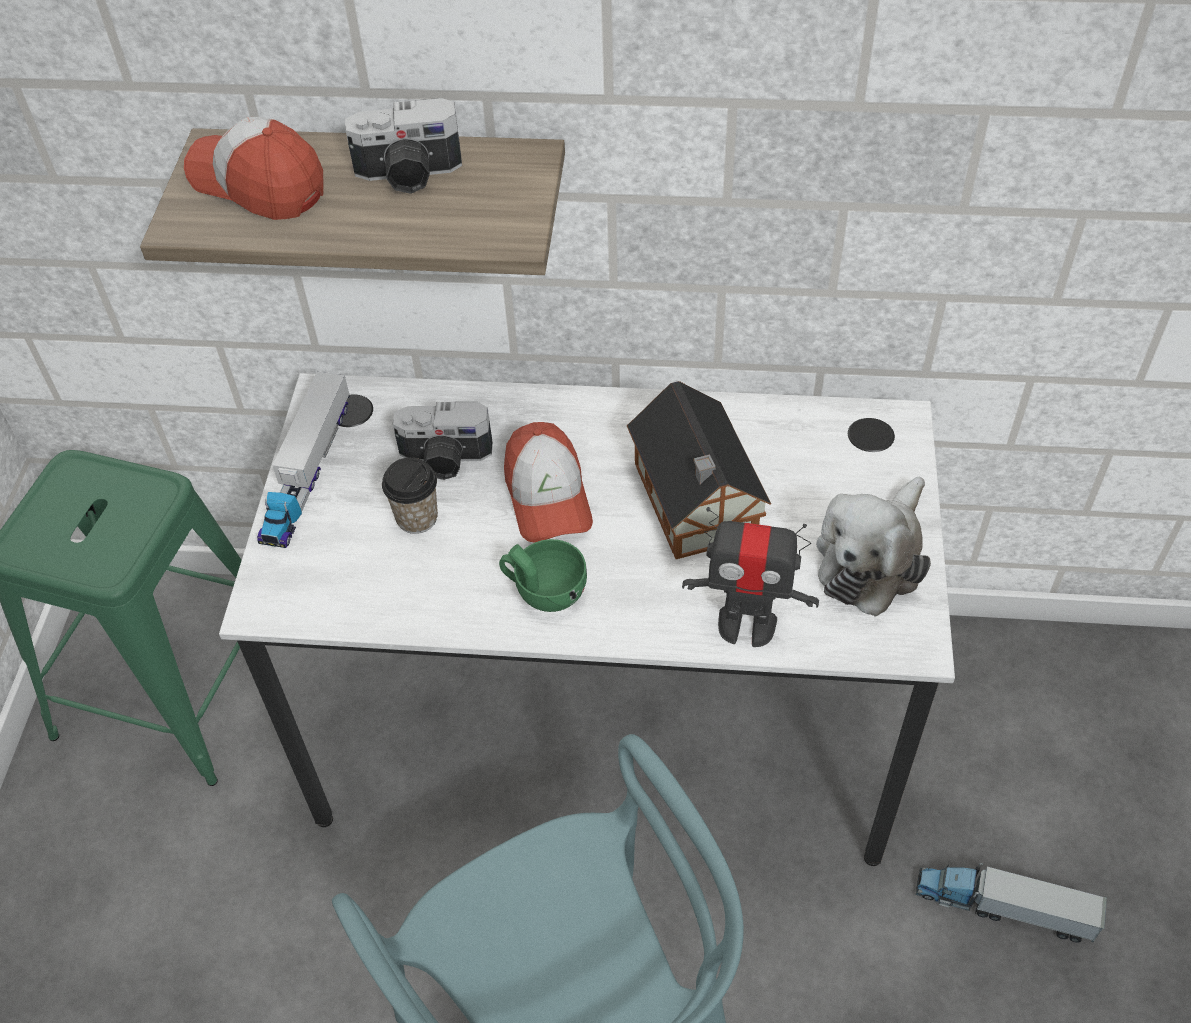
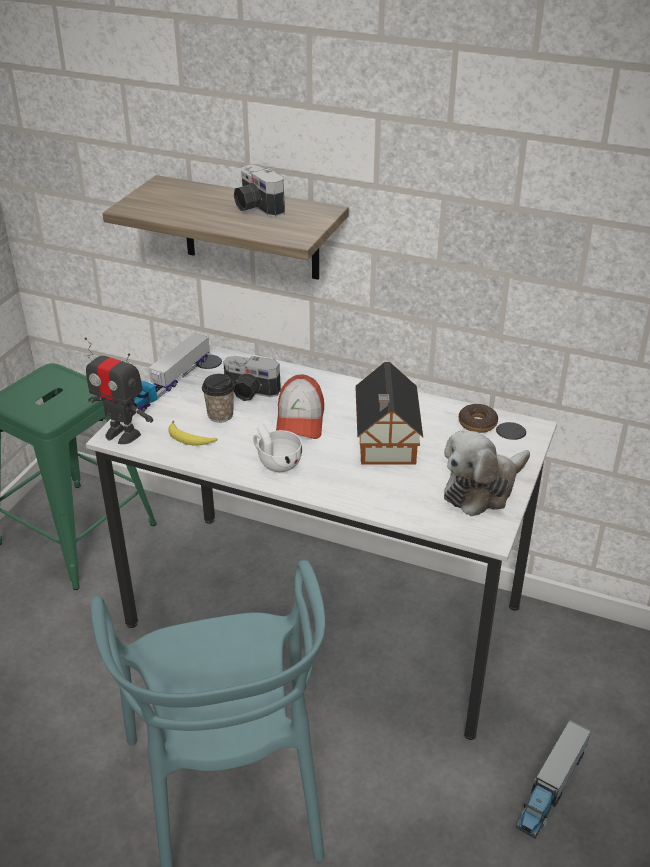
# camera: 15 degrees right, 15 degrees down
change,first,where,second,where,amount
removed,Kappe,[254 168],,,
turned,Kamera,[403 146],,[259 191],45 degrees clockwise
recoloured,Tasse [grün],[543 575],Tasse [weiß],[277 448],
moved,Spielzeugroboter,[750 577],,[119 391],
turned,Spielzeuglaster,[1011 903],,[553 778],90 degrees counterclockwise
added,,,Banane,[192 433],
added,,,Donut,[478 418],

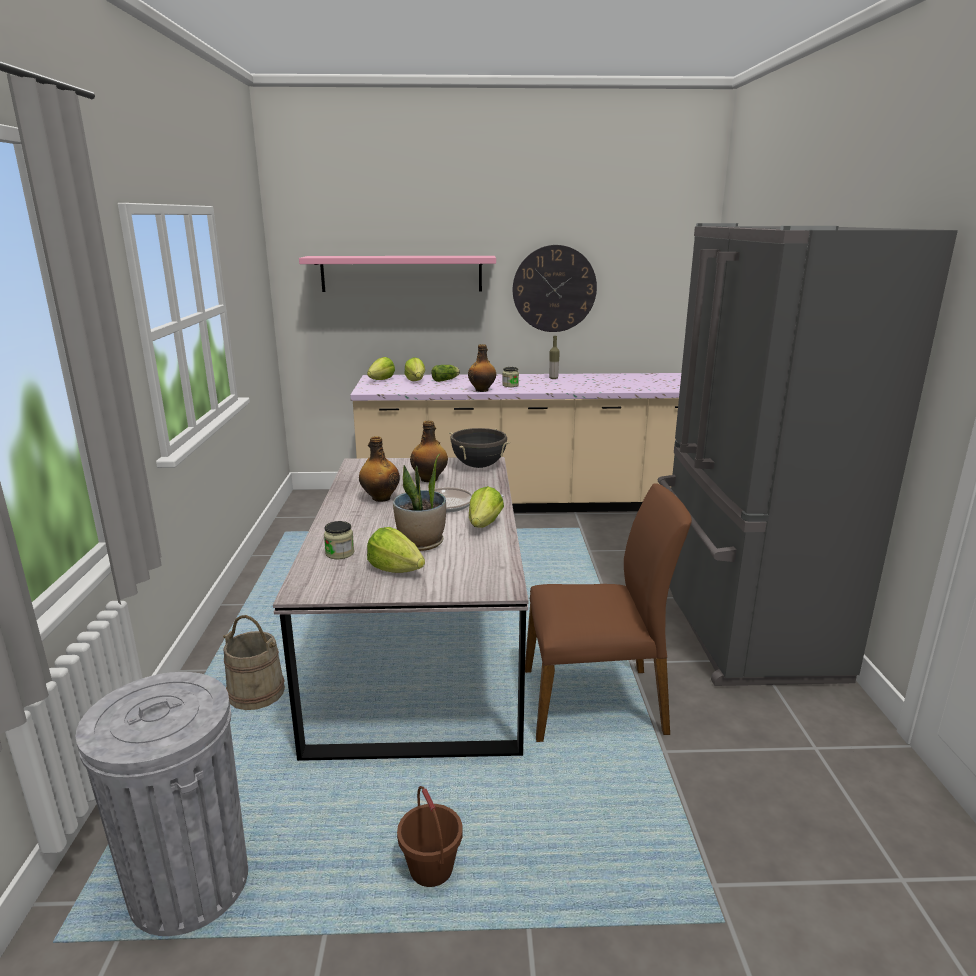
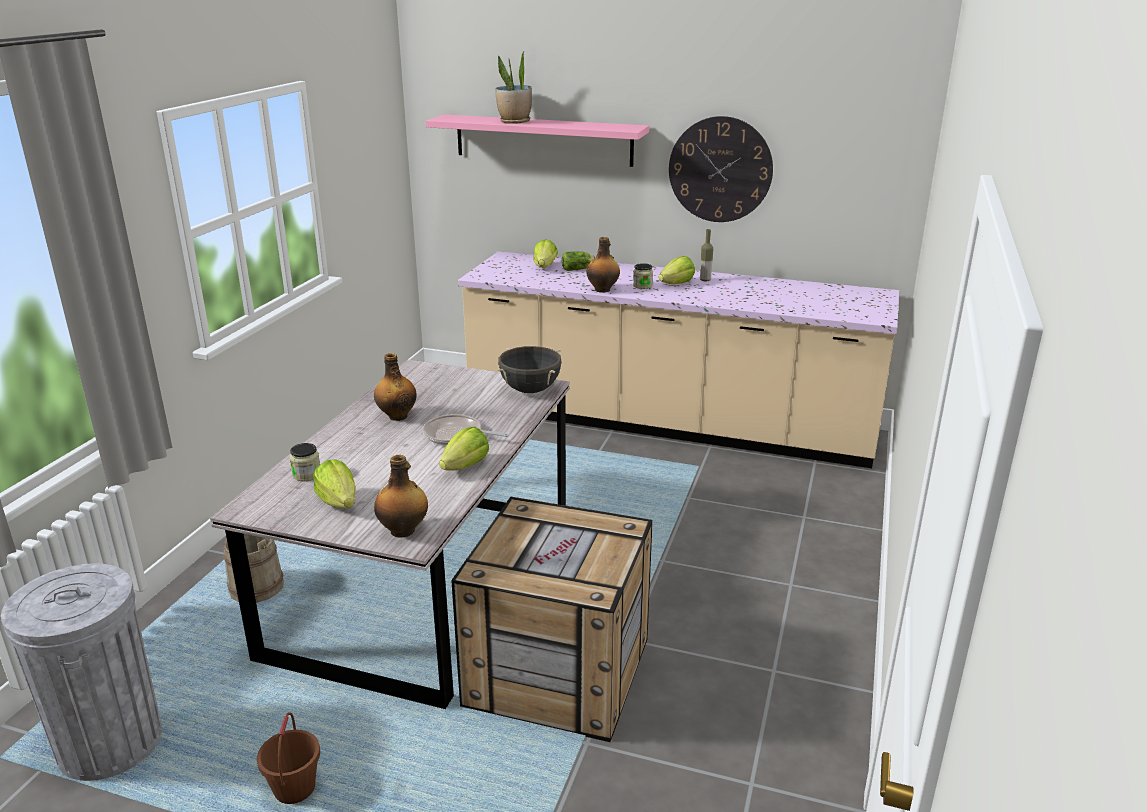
# camera: 20 degrees right, 5 degrees up
change,first,where,second,where,amount
moved,Salatkopf,[381 368],,[677 270],
moved,Topfpflanze,[419 502],,[513 87],
moved,Flasche,[429 451],,[401 496],
replaced,Stuhl [braun],[608 612],Kiste,[552 619],
removed,Kühlschrank [grau],[808 454],,,

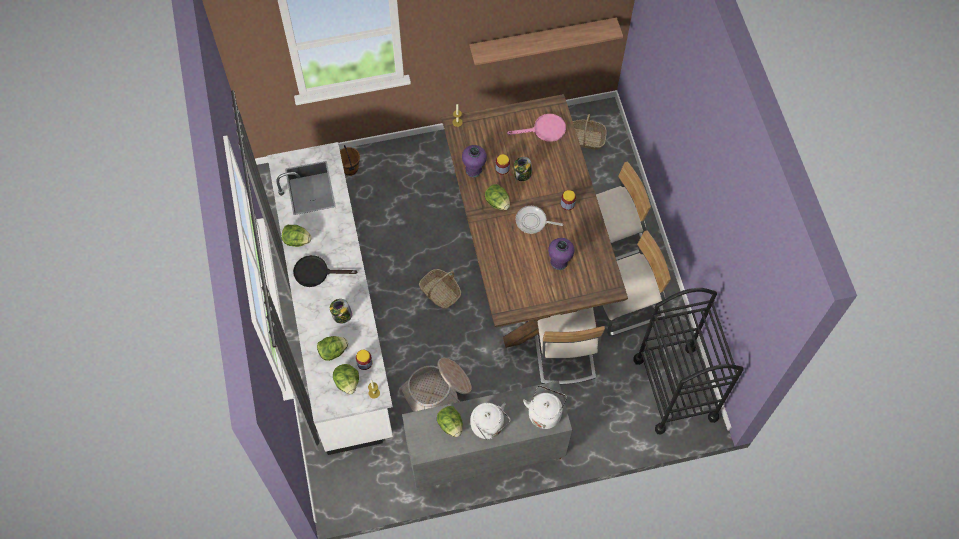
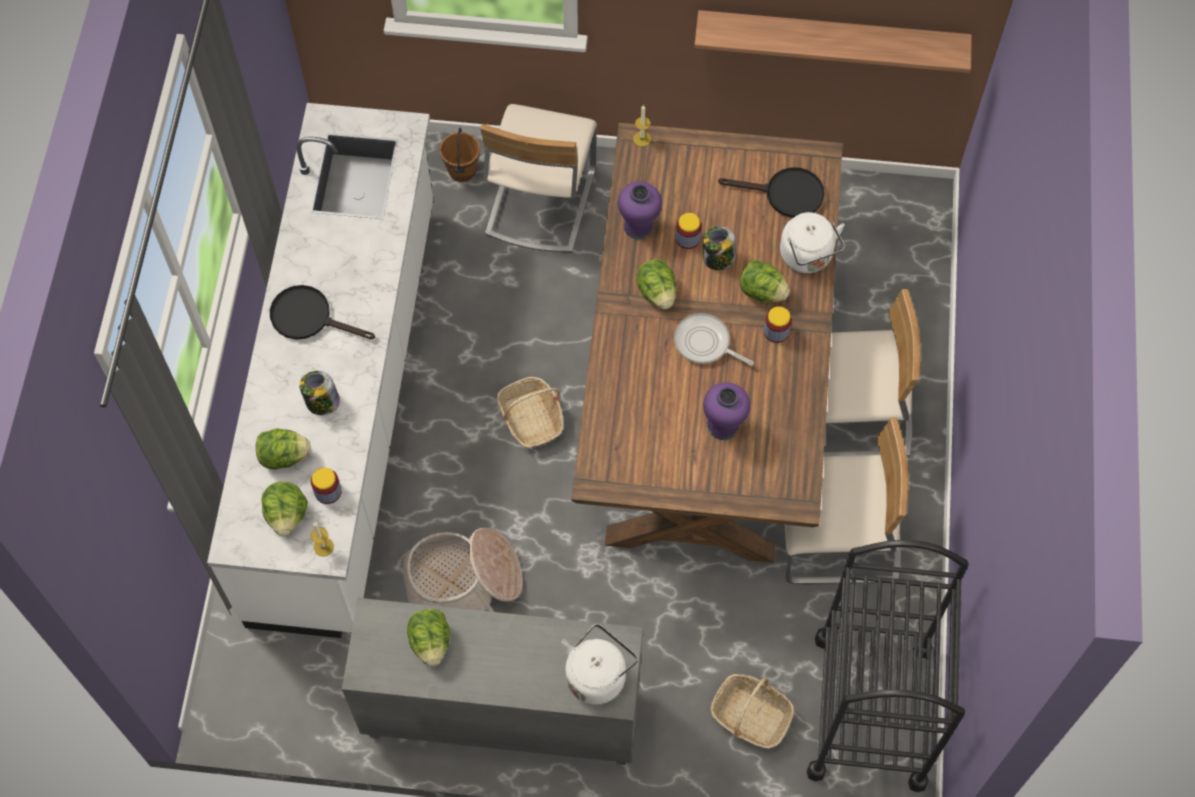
# camera: 20 degrees right, 0 degrees up
change,first,where,second,where,amount
moved,Salatkopf,[296 236],,[764 281],
moved,Wasserkessel [weiß],[490 421],,[812 242],
recoloured,Pfanne [rosa],[536 128],Pfanne [schwarz],[771 192],
moved,Stuhl [beige],[570 346],,[538 178],
moved,Korb,[590 132],,[752 711],

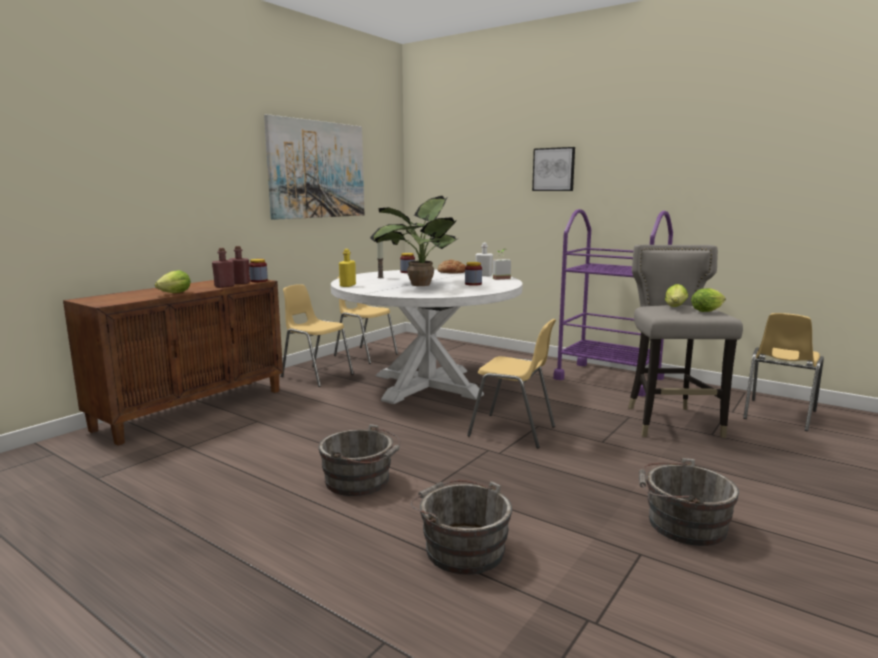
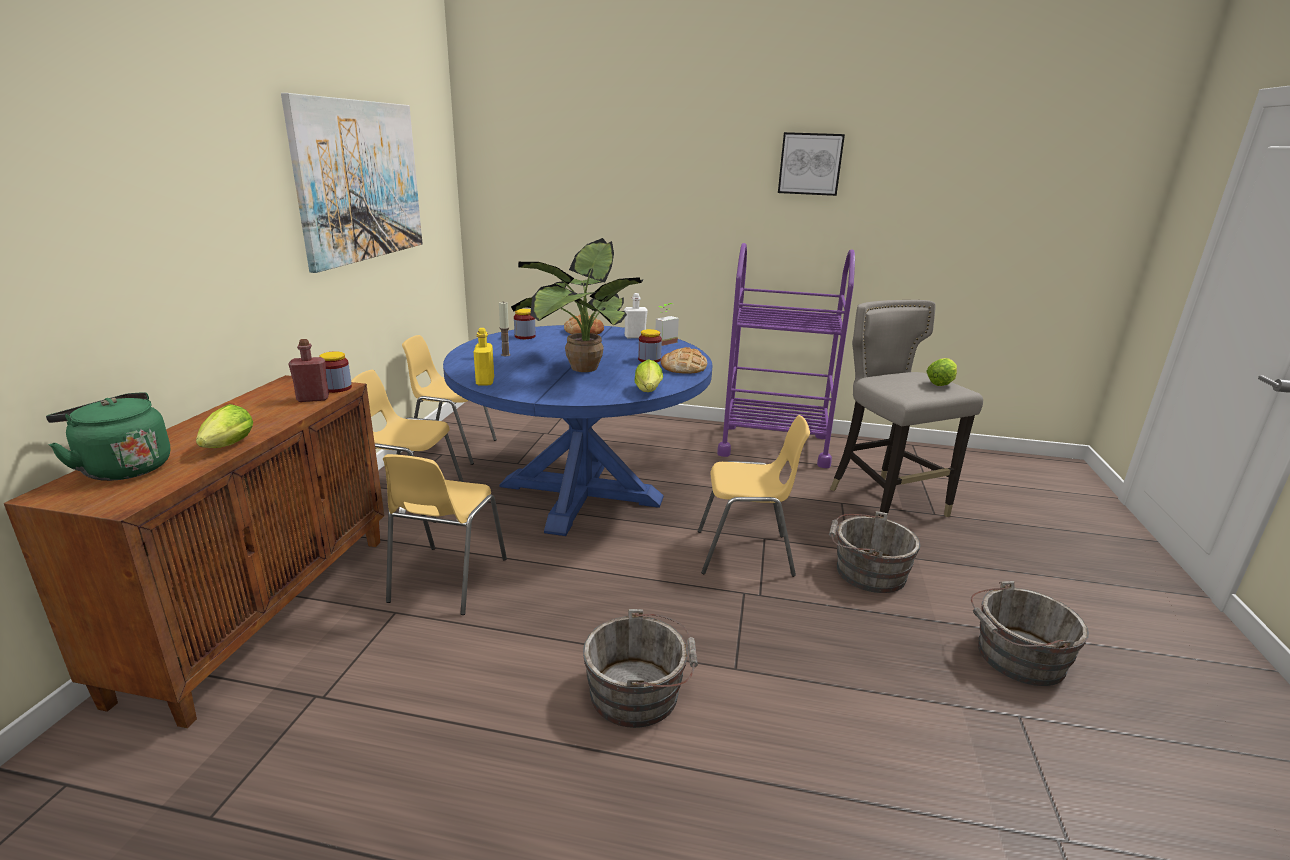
# camera: 25 degrees left, 10 degrees up
change,first,where,second,where,amount
removed,Flasche [rot],[223 268],,,
recoloured,Esstisch [weiß],[426 336],Esstisch [blau],[577 430],
moved,Eimer [grau],[461 527],,[874 552],
moved,Bild,[553 169],,[811 164],
moved,Salatkopf,[676 295],,[648 375],
moved,Stuhl [gelb],[783 372],,[445 534],
added,,,Wasserkessel [grün],[108 436],
added,,,Brot,[684 360],

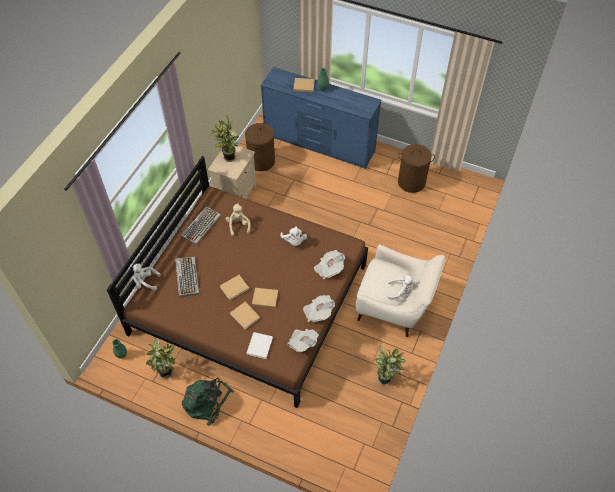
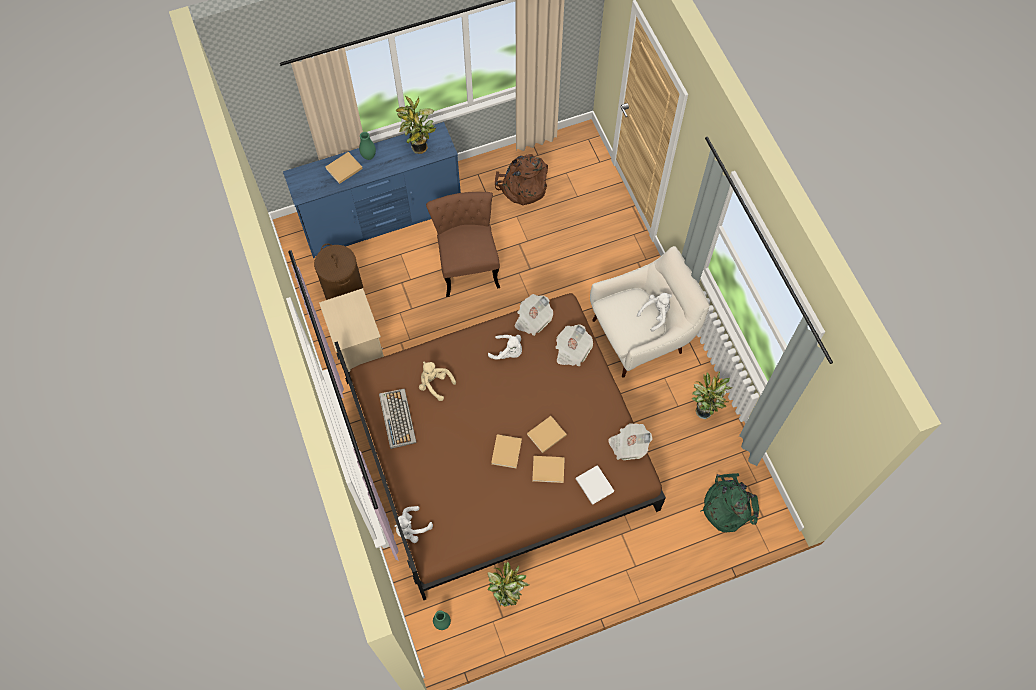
# camera: 45 degrees left, 10 degrees up
change,first,where,second,where,amount
removed,Tastatur,[187 277],,,
moved,Rucksack [grün],[208 402],,[730 502],
moved,Topfpflanze,[225 138],,[415 124],
moved,Zeitung,[319 308],,[534 315],
replaced,Wäschekorb [braun],[416 168],Rucksack [braun],[521 180],
added,,,Stuhl [braun],[463 244],

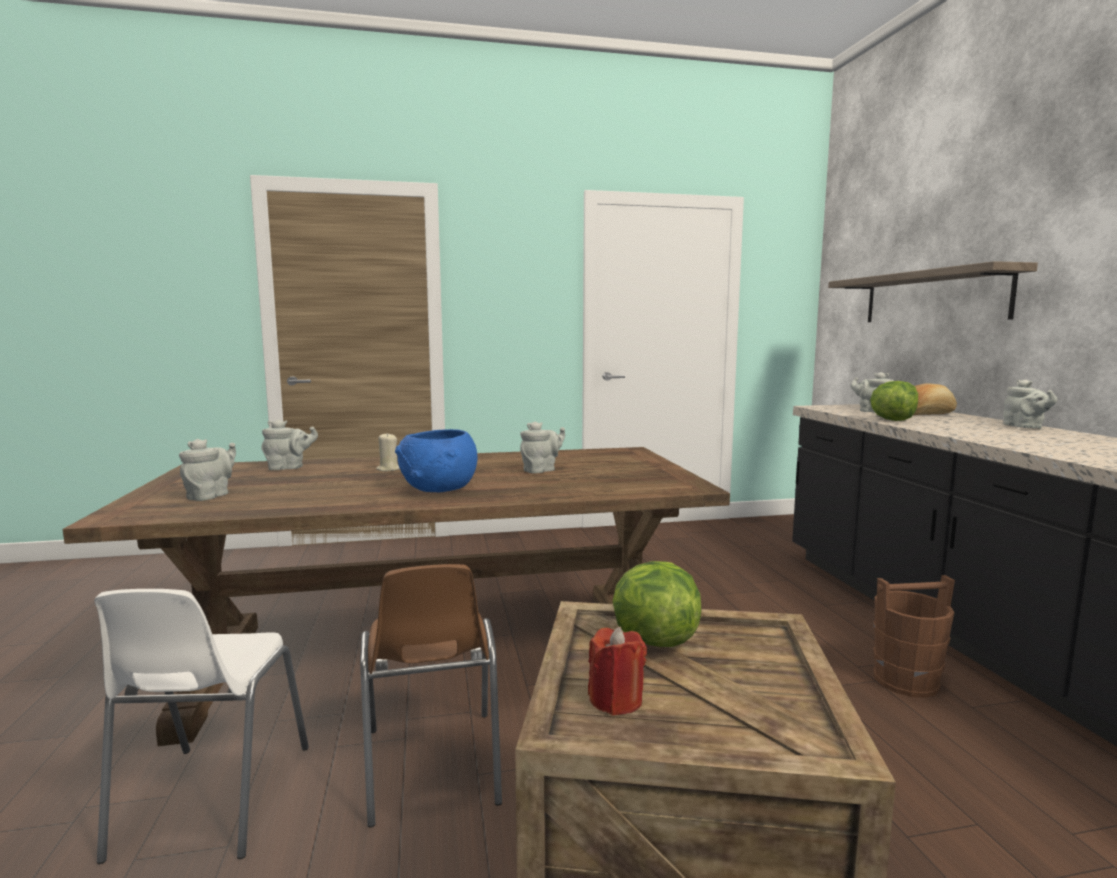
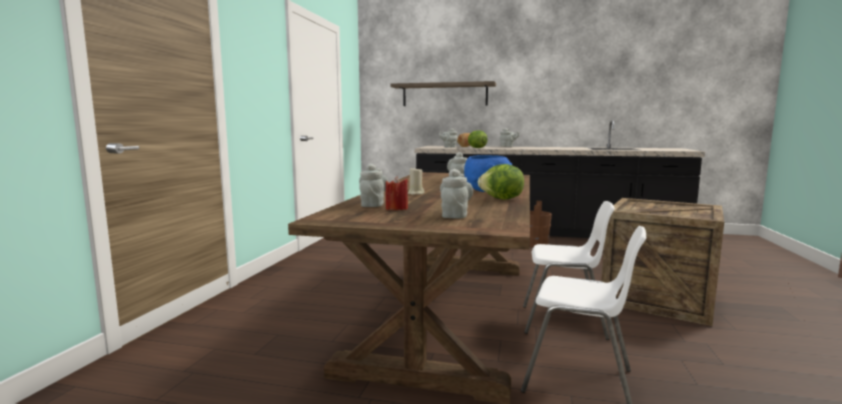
# camera: 65 degrees left, 0 degrees up
change,first,where,second,where,amount
turned,Teekanne [grau],[207 470],,[456 193],60 degrees clockwise
recoloured,Stuhl [braun],[431 696],Stuhl [weiß],[569 270],
moved,Kerze [rot],[617 671],,[397 193],
moved,Salatkopf,[656 604],,[501 182],

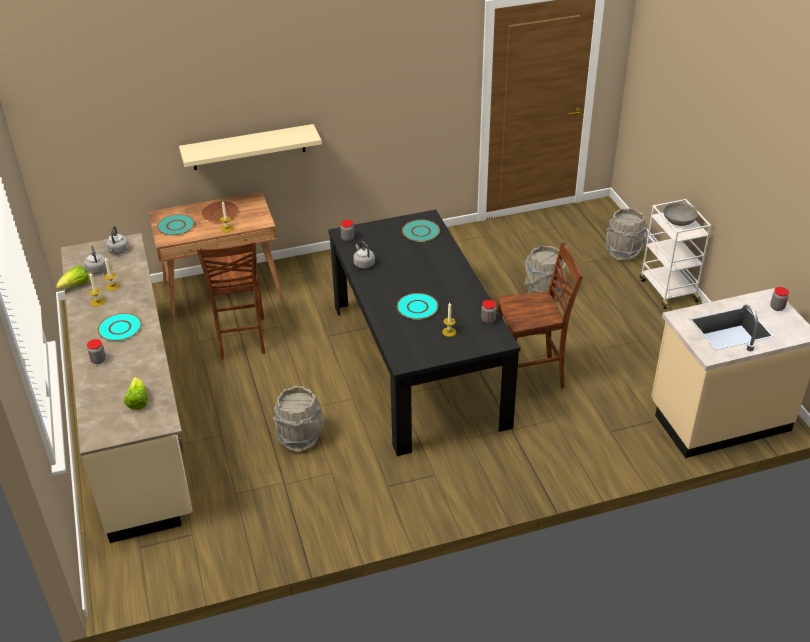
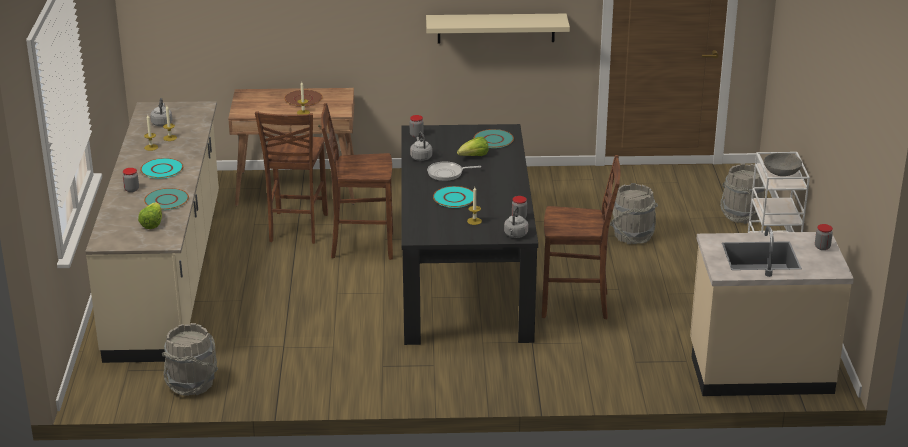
# camera: 15 degrees right, 10 degrees down
change,first,where,second,where,amount
moved,Salatkopf,[72 277],,[473 146],
moved,Wasserkessel [grau],[117 240],,[516 222],
moved,Teller [türkis],[176 225],,[166 199],
moved,Wandregal [beige],[250 147],,[498 29],
moved,Eimer [grau],[298 418],,[190 359],
added,,,Stuhl [braun],[357 181],
added,,,Pfanne,[454 171],

